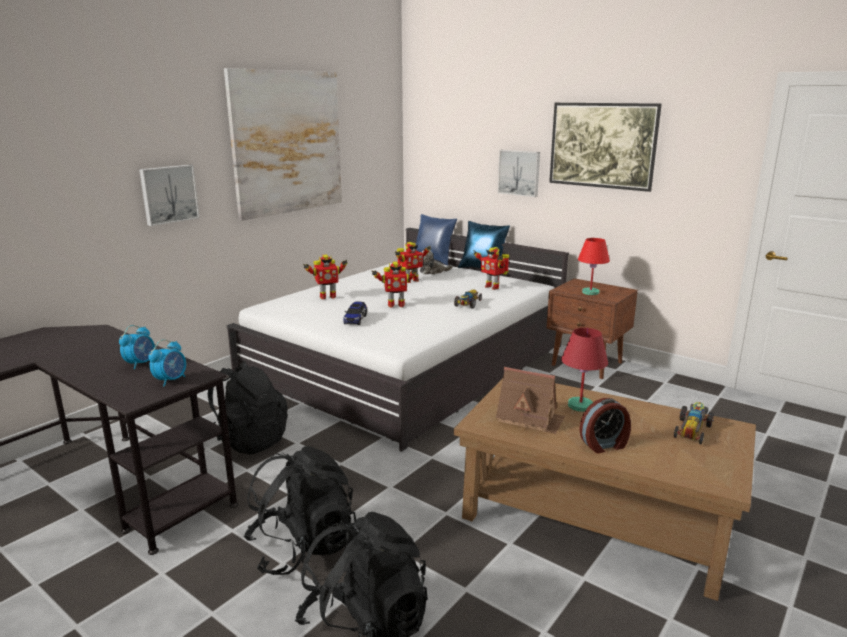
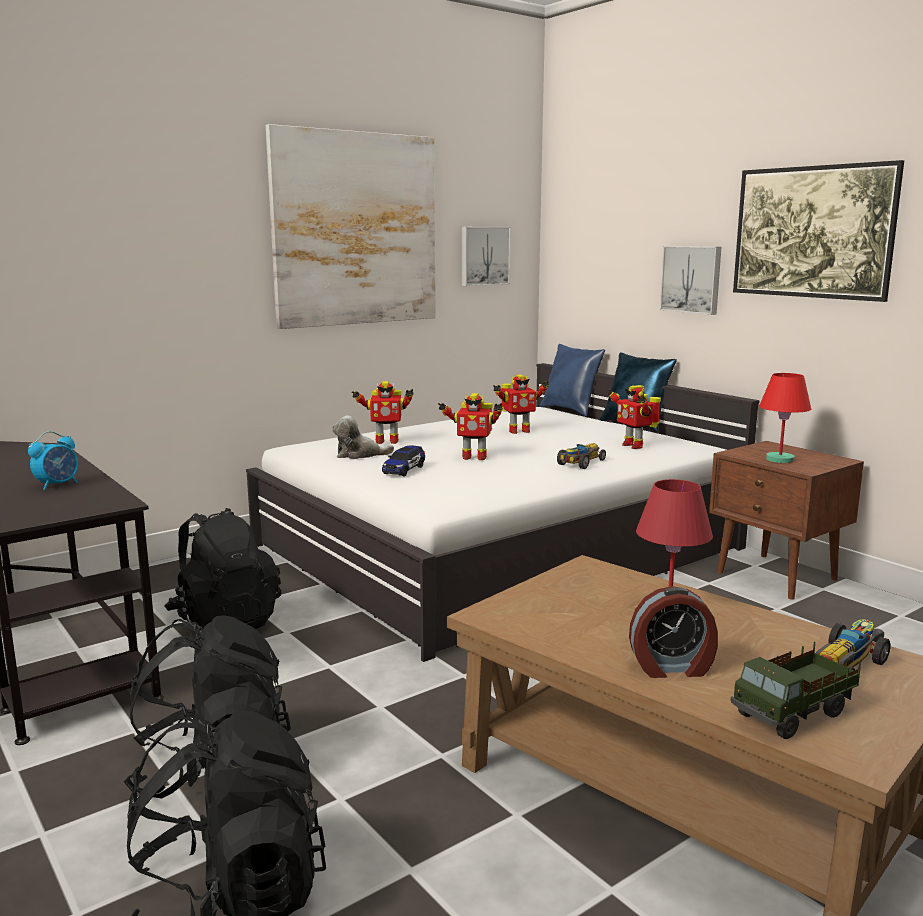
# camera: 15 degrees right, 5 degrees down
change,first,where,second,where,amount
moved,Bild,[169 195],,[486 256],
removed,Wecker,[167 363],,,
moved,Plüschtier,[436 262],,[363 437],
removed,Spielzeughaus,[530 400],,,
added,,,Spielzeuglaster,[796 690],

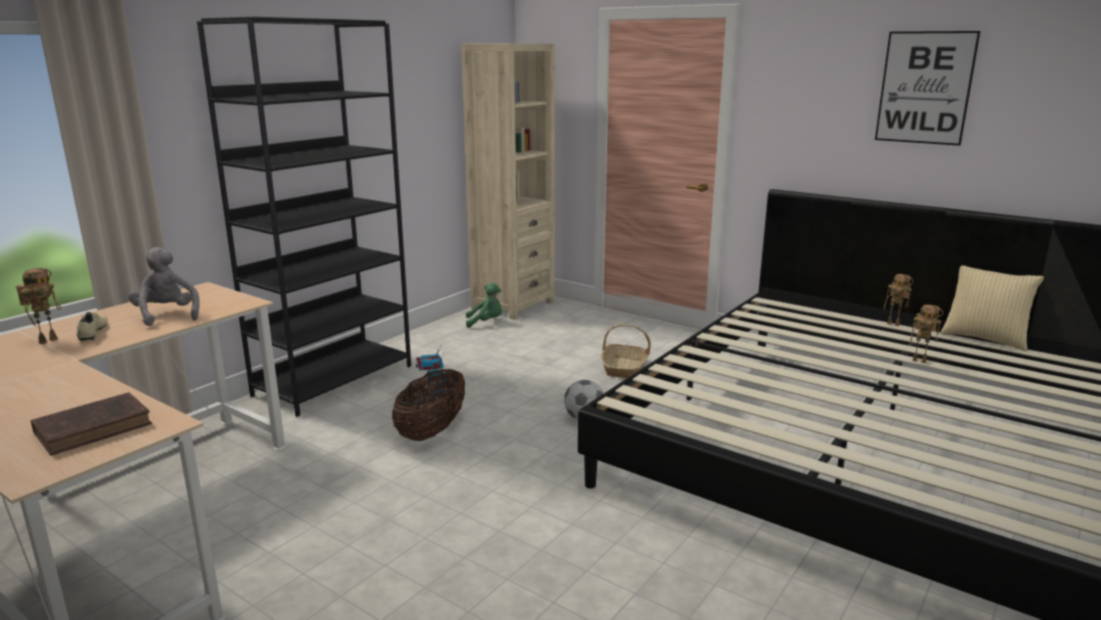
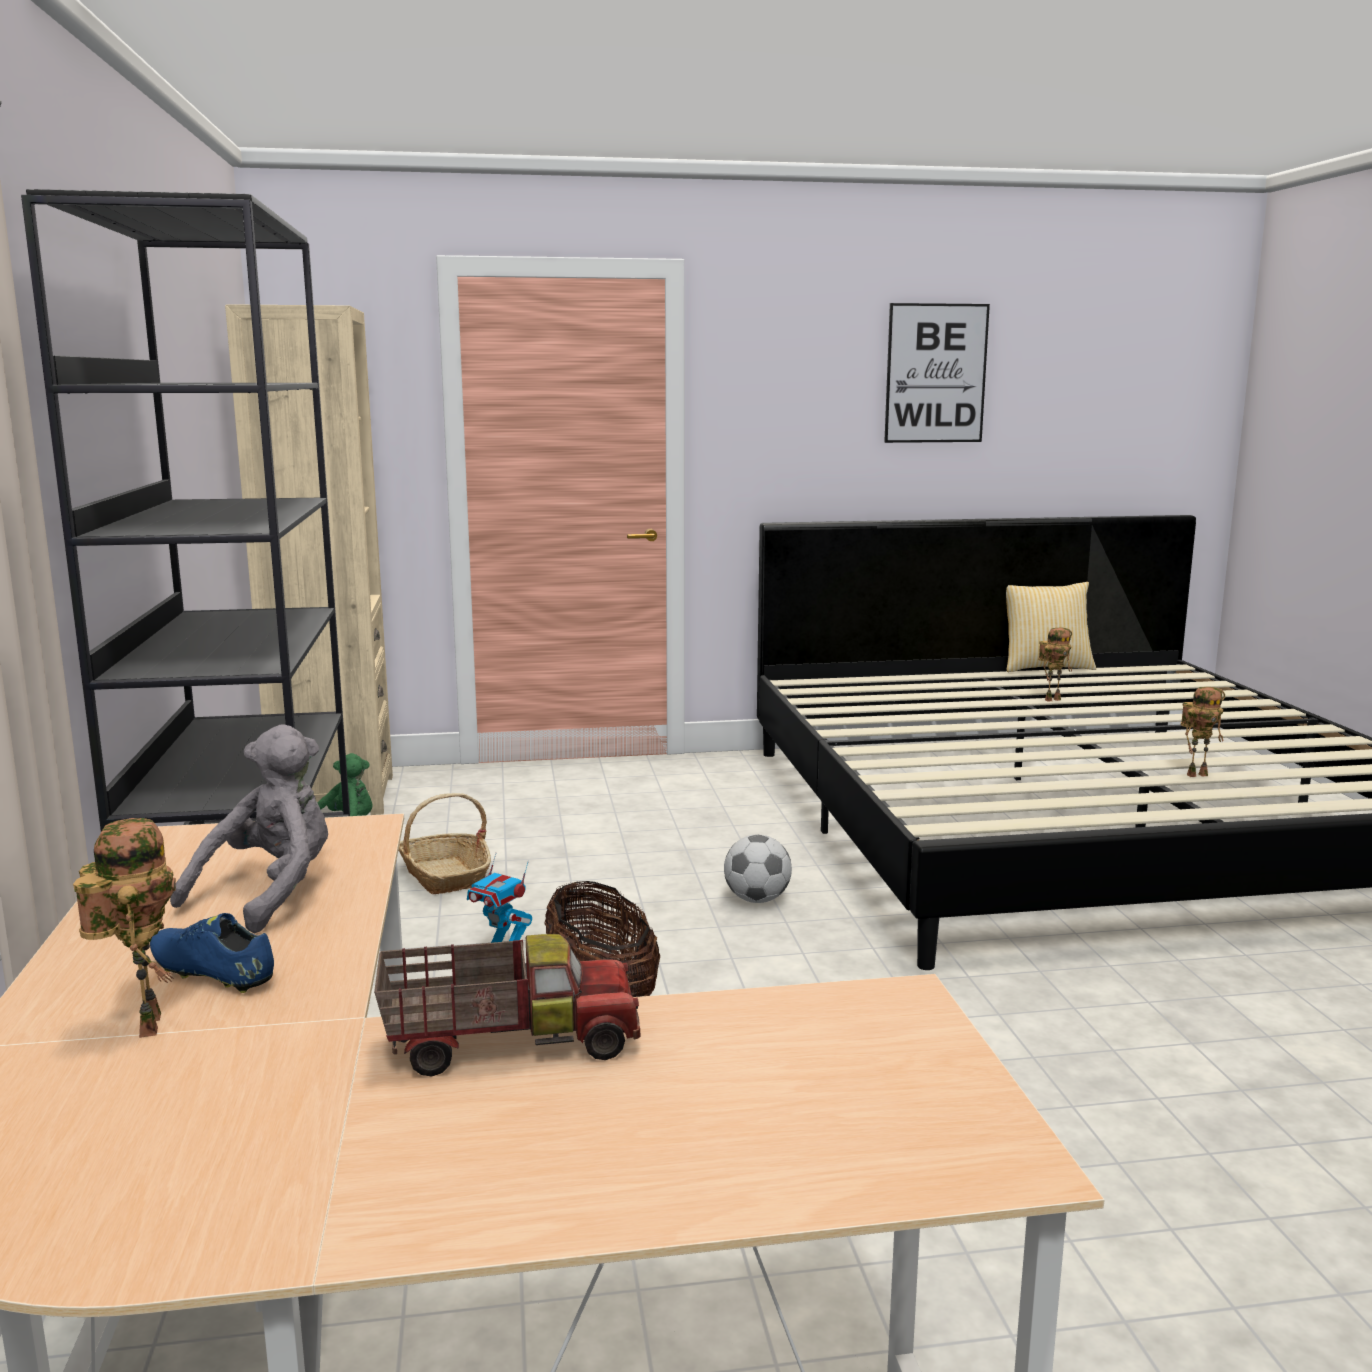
# camera: 45 degrees left, 5 degrees down
change,first,where,second,where,amount
removed,Buch [braun],[91 424],,,
recoloured,Schuh [beige],[92 327],Schuh [blau],[212 953],
turned,Plüschtier [grau],[164 286],,[249 829],105 degrees clockwise
moved,Korb,[626 351],,[444 843],
moved,Spielzeugroboter,[898 300],,[1203 732],
added,,,Spielzeuglaster,[507 1005],

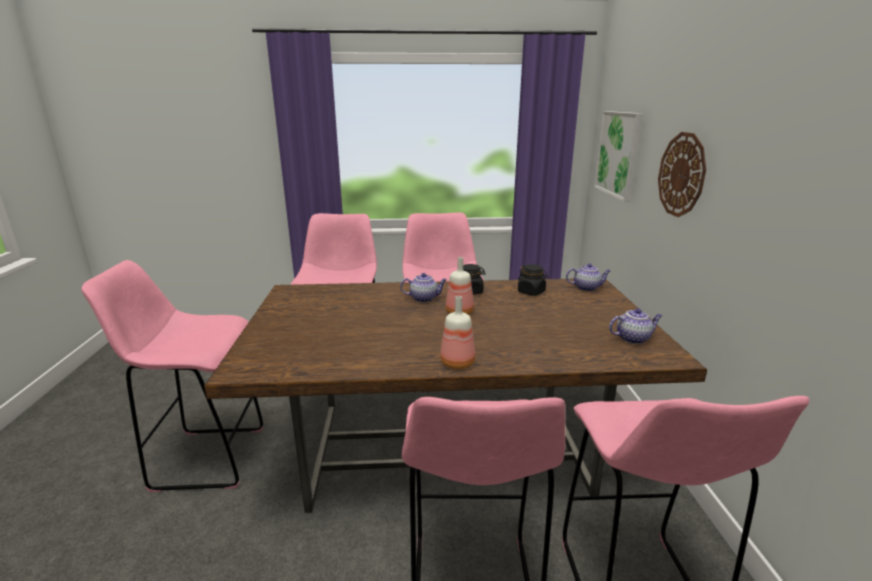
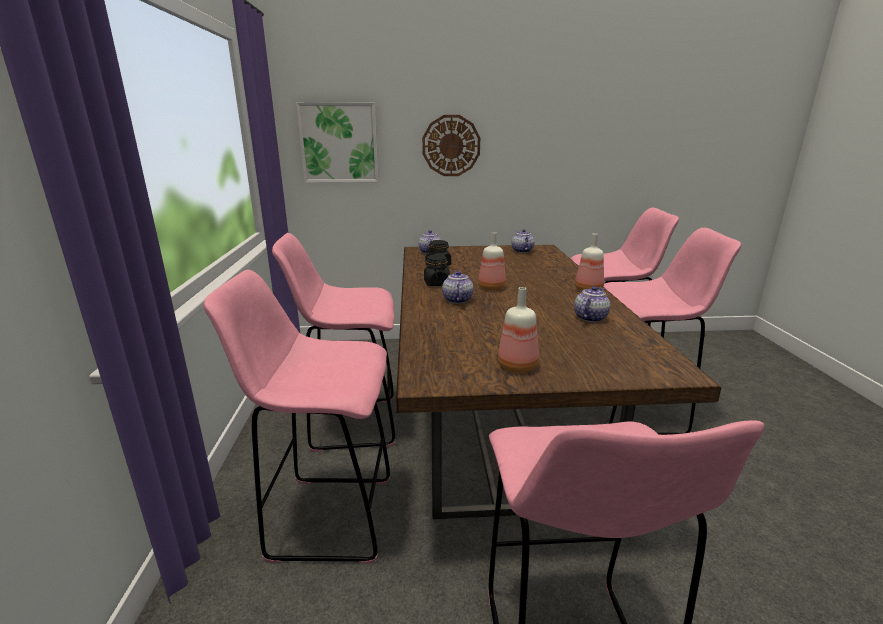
# camera: 90 degrees left, 0 degrees up
change,first,where,second,where,amount
added,,,Flasche,[518 330],
added,,,Teekanne,[592 304],

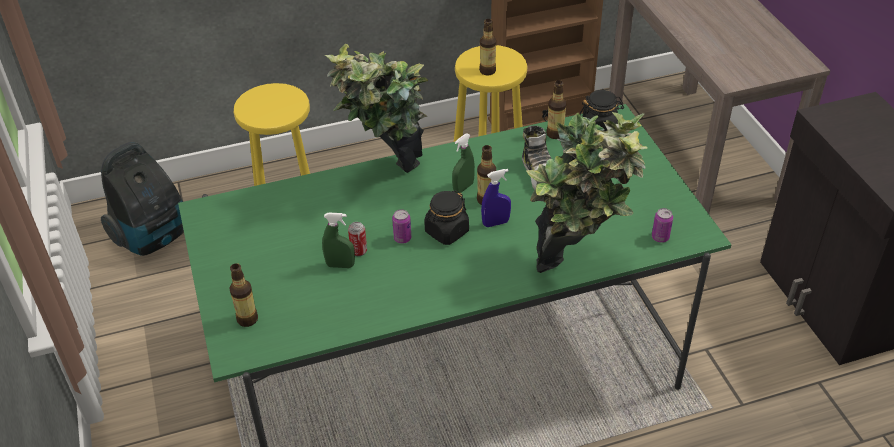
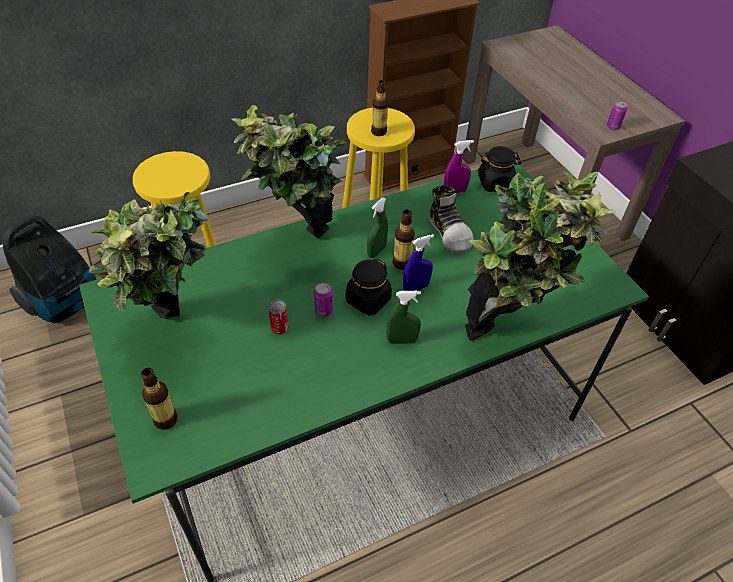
# camera: 10 degrees left, 5 degrees up
change,first,where,second,where,amount
moved,Sprühflasche [grün],[338 240],,[403 317],
replaced,Flasche,[556 109],Sprühflasche [lila],[459 166],
moved,Dose,[662 225],,[617 115],
added,,,Topfpflanze,[148 255],

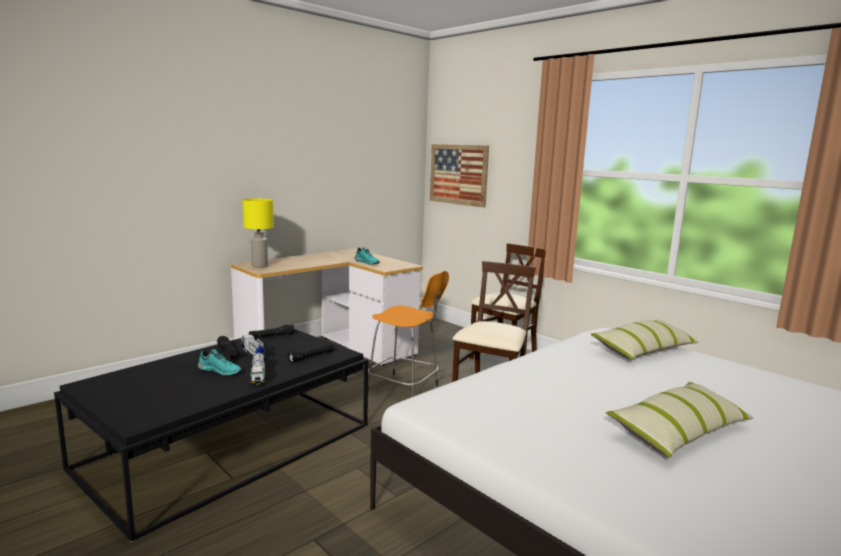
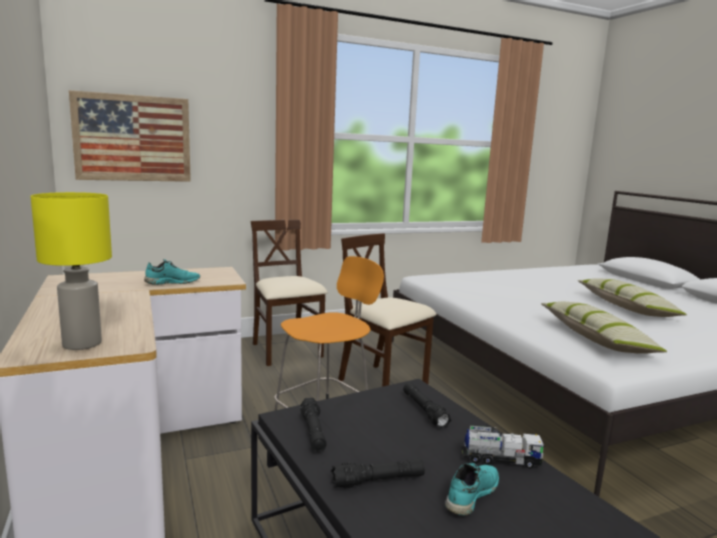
# camera: 70 degrees left, 0 degrees up
change,first,where,second,where,amount
removed,Spielzeuglaster,[253 347],,,
moved,Kissen,[644 340],,[604 328],

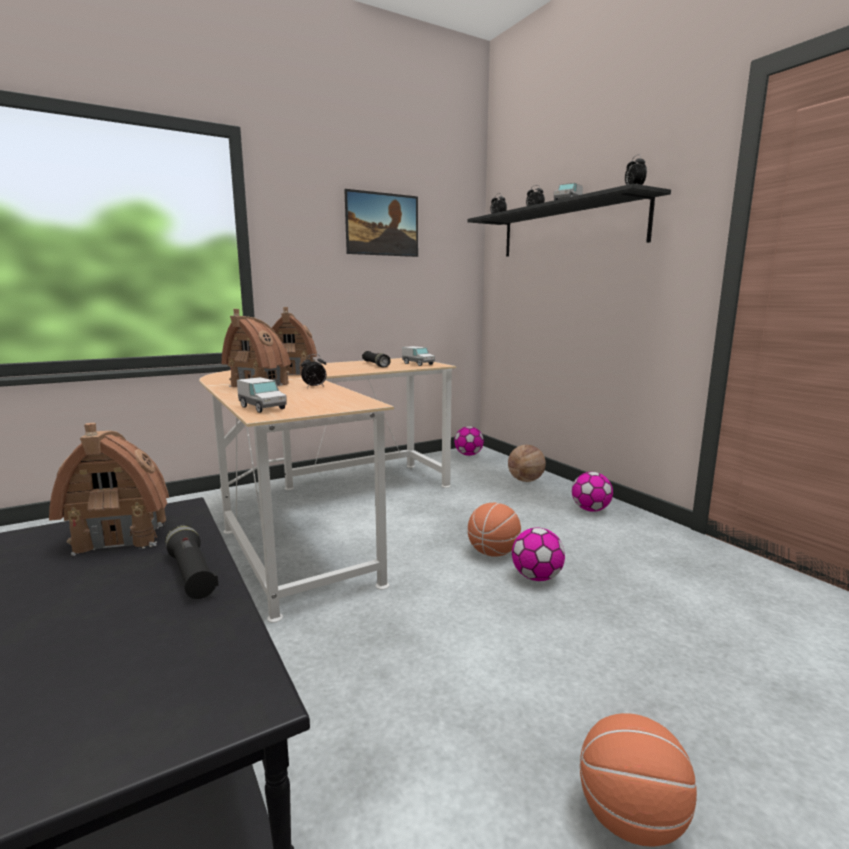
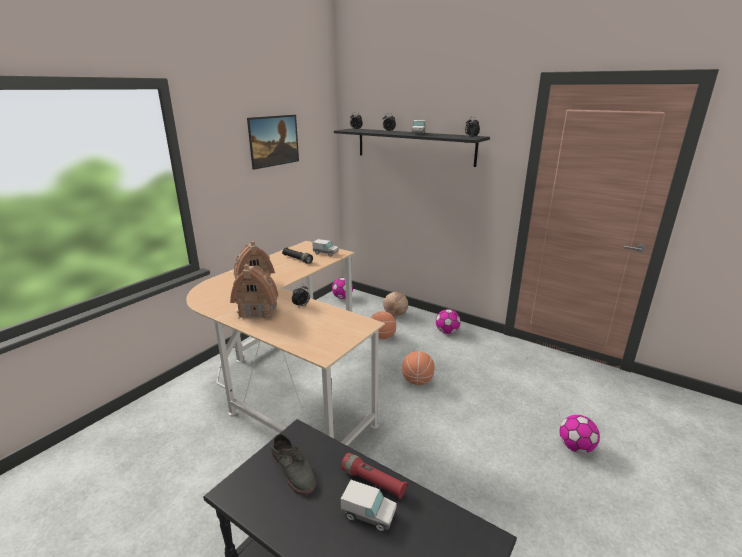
# camera: 25 degrees left, 10 degrees up
change,first,where,second,where,amount
replaced,Spielzeughaus,[109 489],Schuh [grau],[293 464],
recoloured,Taschenlampe [schwarz],[192 561],Taschenlampe [rot],[374 476],
moved,Spielzeuglaster,[261 395],,[369 506],
moved,Fußball,[538 554],,[580 434],
moved,Basketball,[638 780],,[383 325],

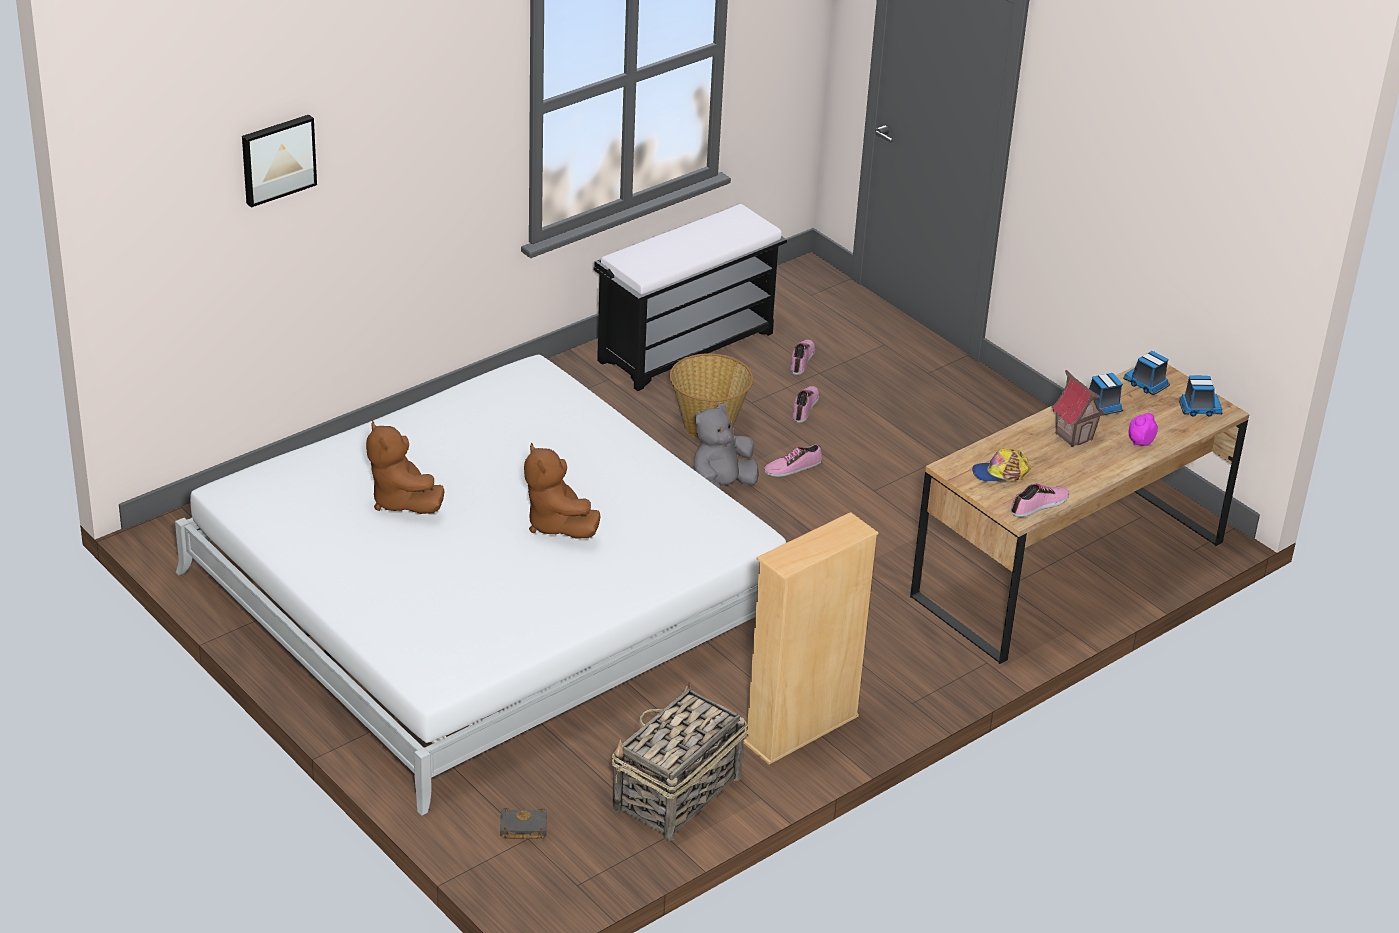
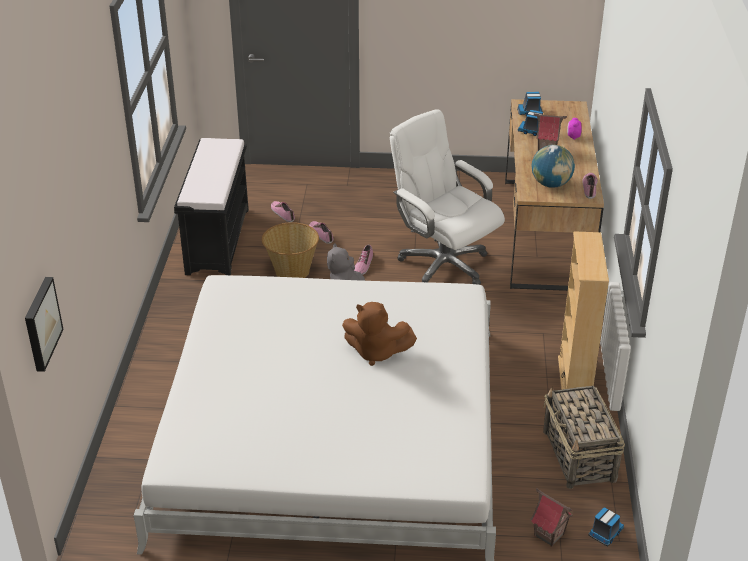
# camera: 45 degrees left, 0 degrees up
change,first,where,second,where,amount
moved,Bild,[279 161],,[44 324],
removed,Plüschtier [braun],[405 467],,,
replaced,Buch [schwarz],[523 823],Spielzeughaus,[551 517],
replaced,Kappe,[1001 465],Globus,[553 166],
moved,Spielzeuglaster,[1201 396],,[606 526],
added,,,Bürostuhl [weiß],[447 197],

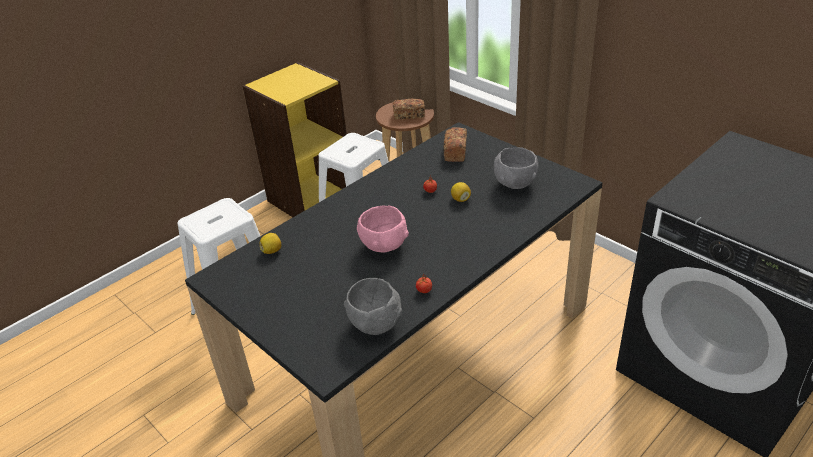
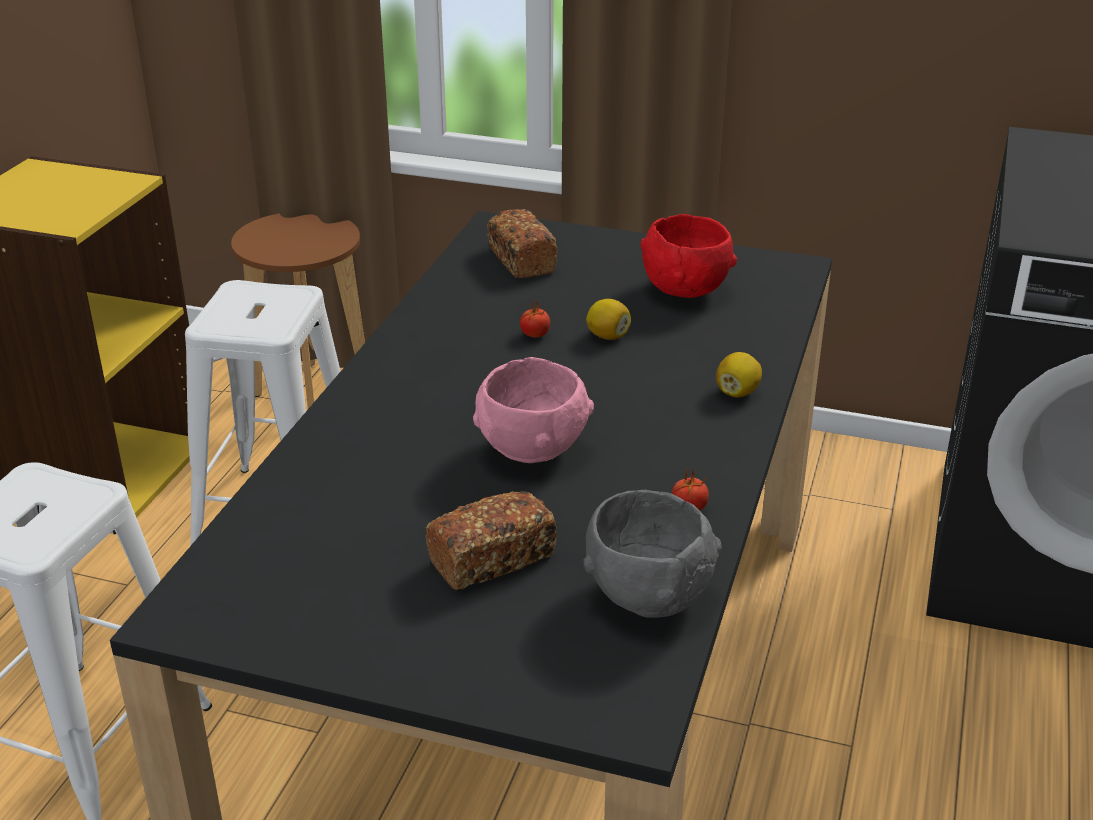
# camera: 30 degrees left, 5 degrees down
change,first,where,second,where,amount
moved,Zitrone,[270 243],,[739 374],
moved,Brot,[409 109],,[491 540],
recoloured,Schüssel [grau],[516 168],Schüssel [rot],[689 256],

